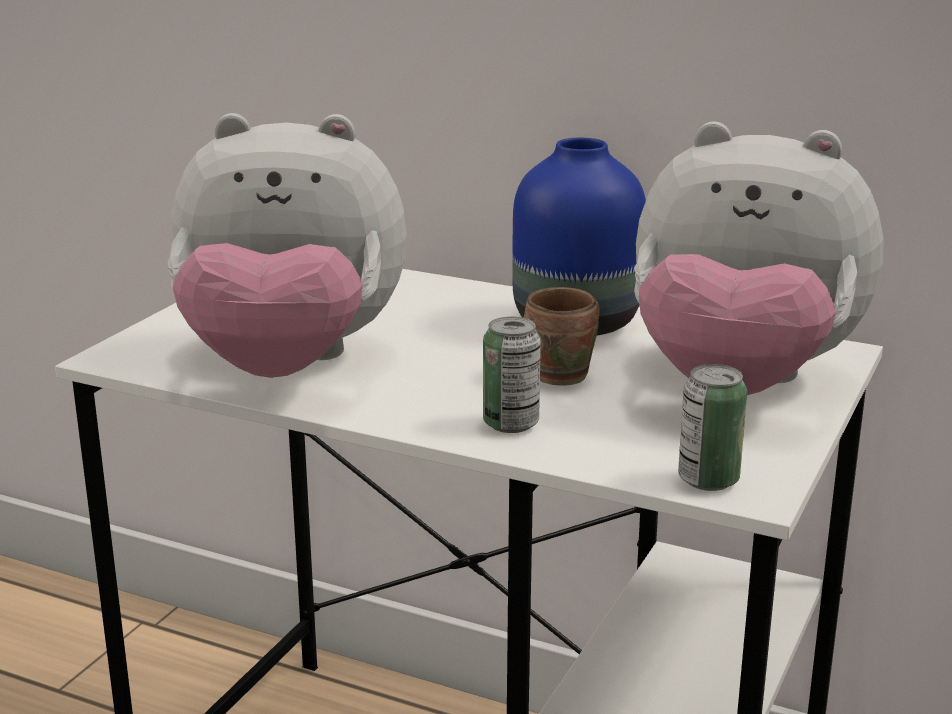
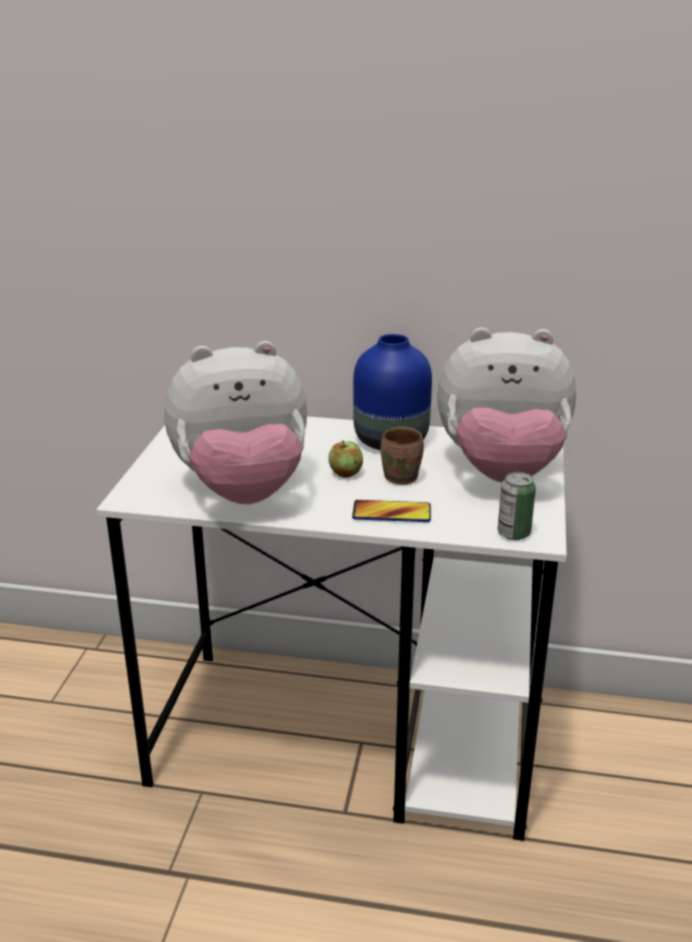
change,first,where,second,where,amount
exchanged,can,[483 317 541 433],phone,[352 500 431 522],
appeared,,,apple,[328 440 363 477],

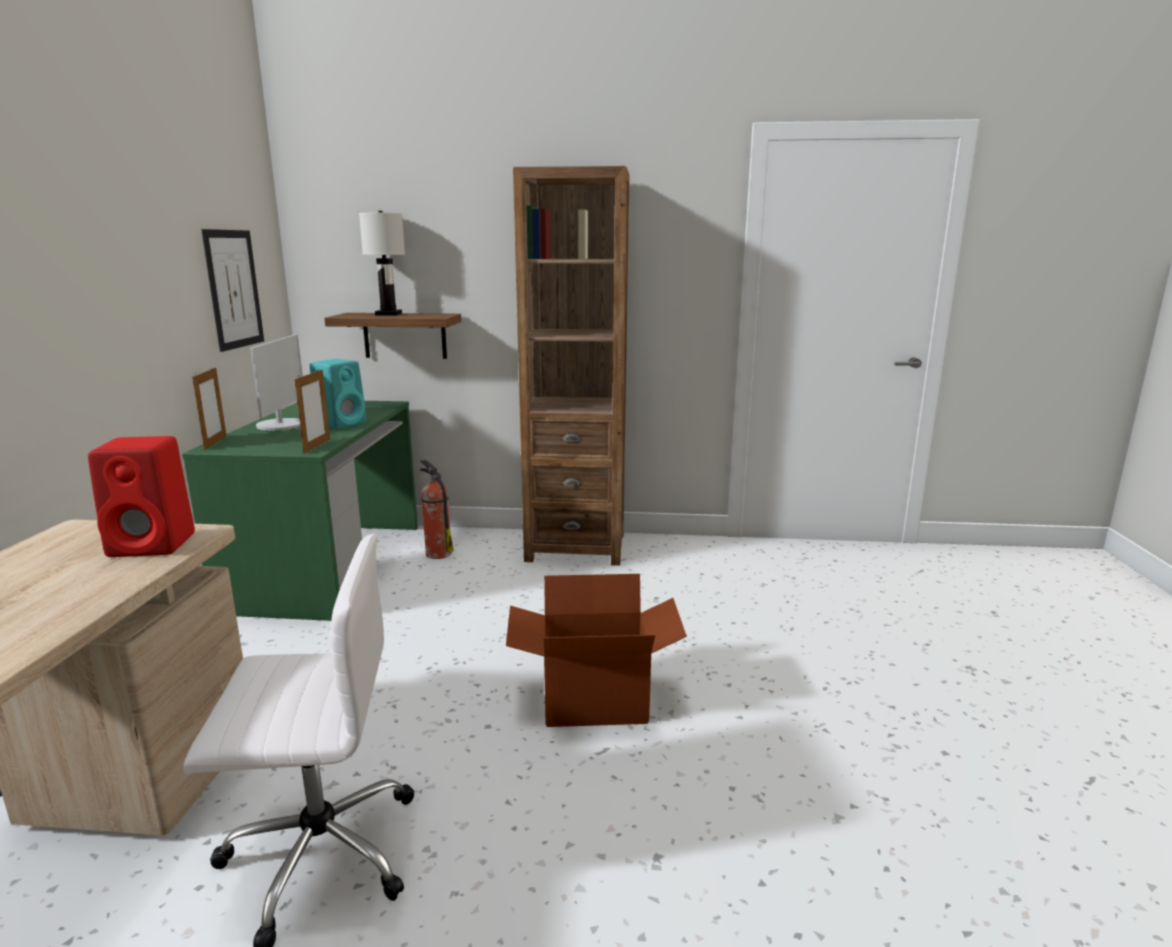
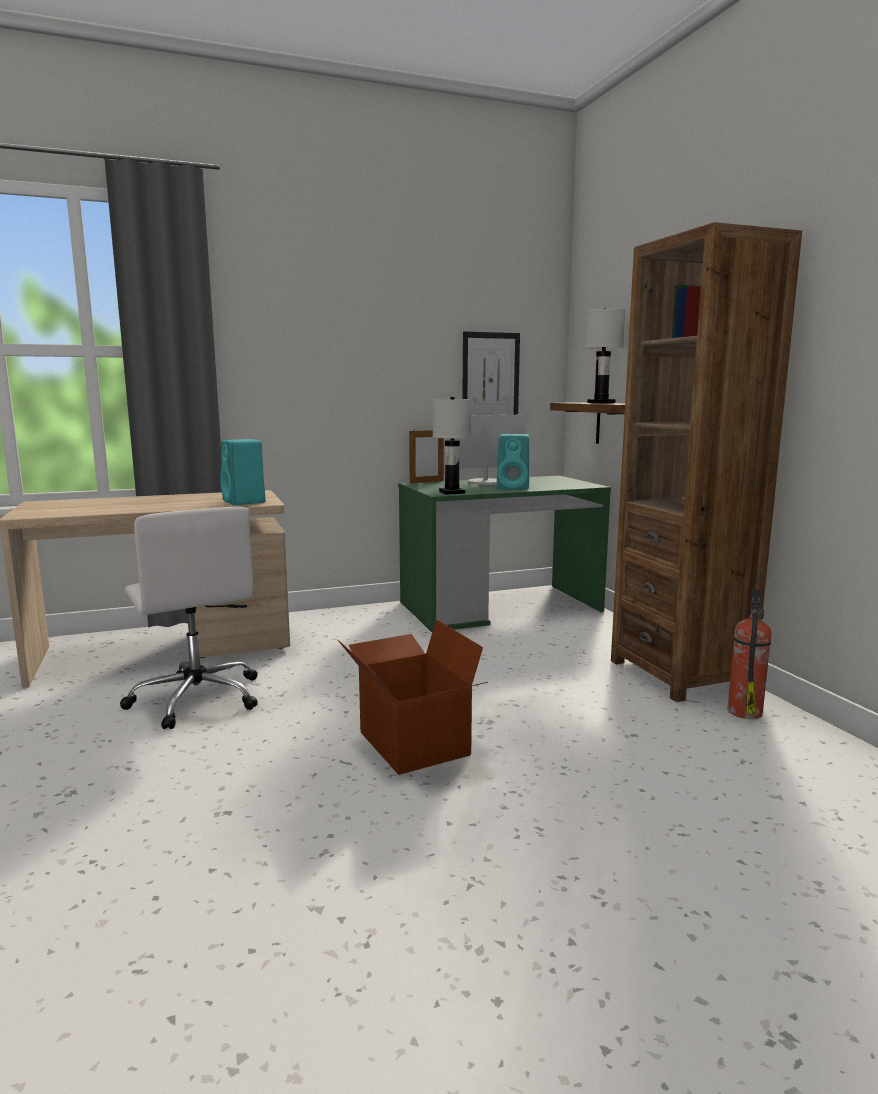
change,first,where,second,where,amount
colour,speaker (red),[88 436 195 557],speaker (turquoise),[220 439 265 505],
exchanged,picture frame,[295 368 330 454],table lamp (white),[433 397 472 495],
relocated,fire extinguisher,[420 460 454 559],,[727 589 772 719],

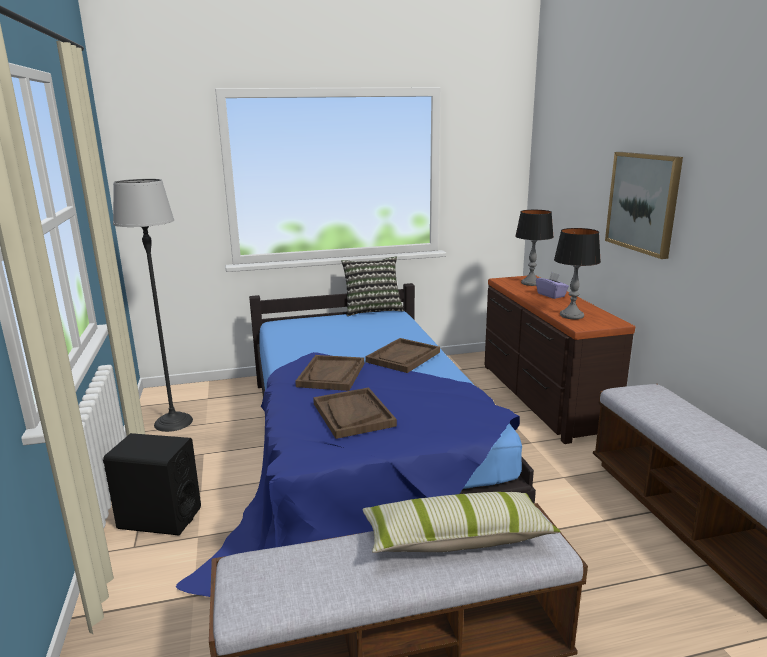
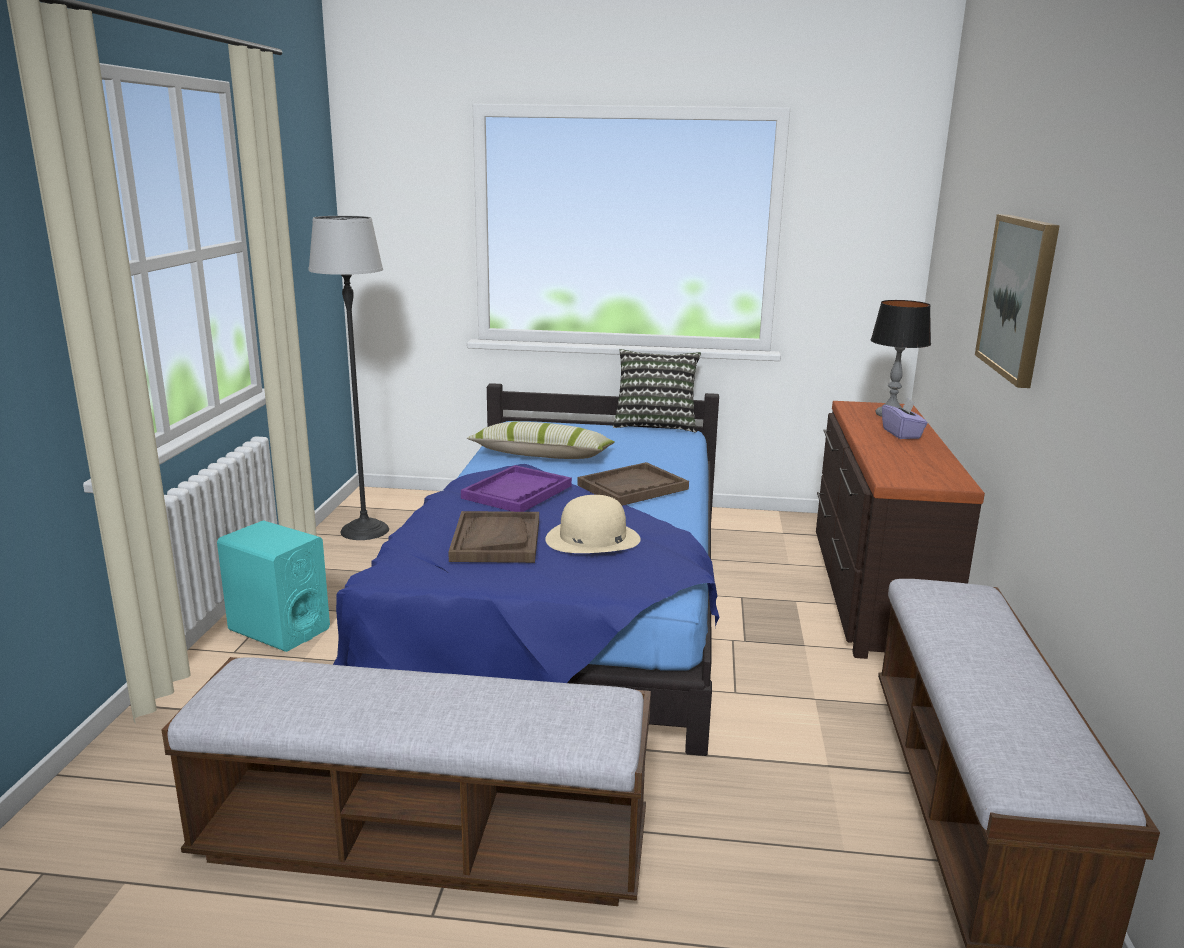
change,first,where,second,where,amount
colour,speaker (black),[103 433 201 535],speaker (turquoise),[217 521 330 652],
colour,tray (brown),[295 355 364 391],tray (purple),[461 465 572 512],
relocated,pillow,[363 492 561 553],,[467 422 615 459],
missing,table lamp,[554 228 601 319],,,
appeared,,,hat (beige),[545 495 641 553],

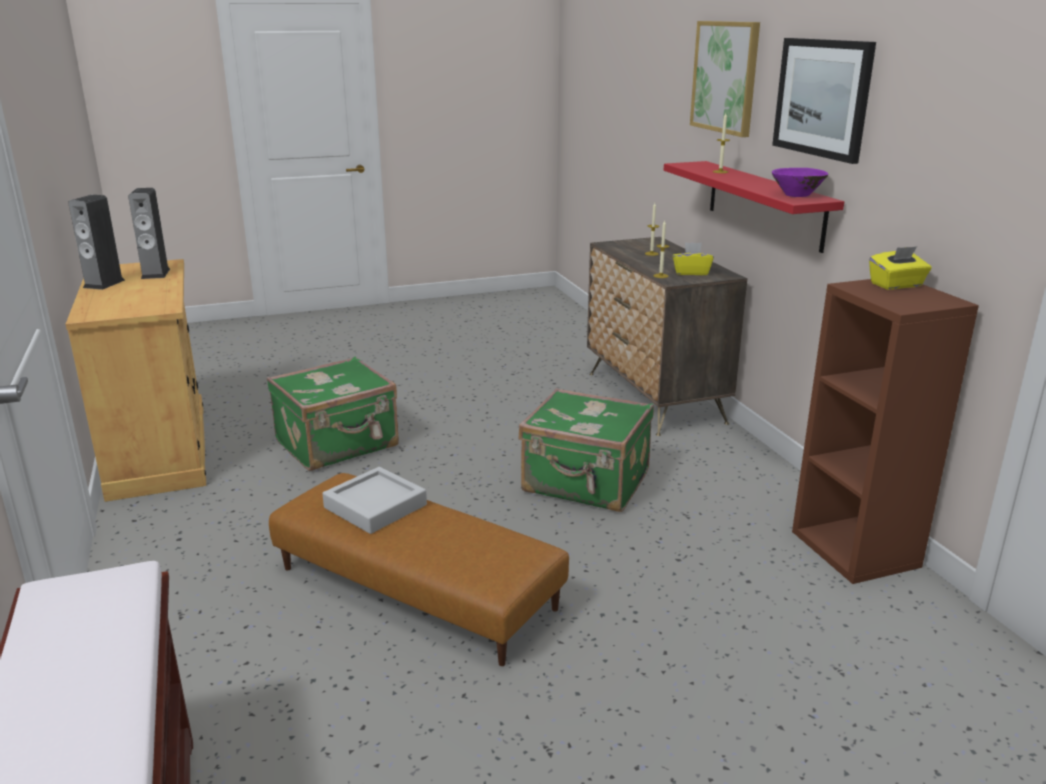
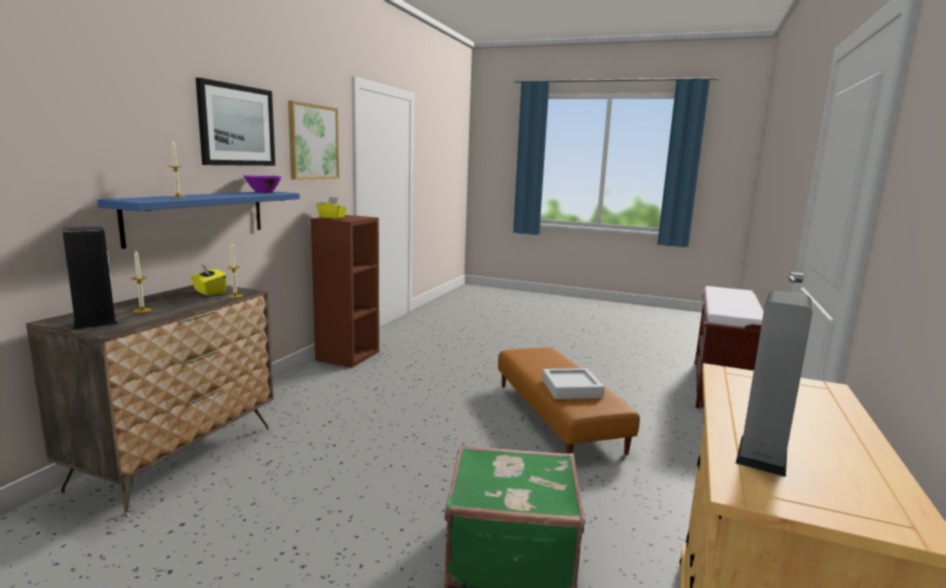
change,first,where,second,where,amount
relocated,speaker,[68 195 125 290],,[62 226 118 329],
missing,suitcase (green),[519 388 654 512],,,
colour,shelf (red),[664 161 844 253],shelf (blue),[97 191 300 249],
relocated,picture,[690 21 760 137],,[288 101 339 180],

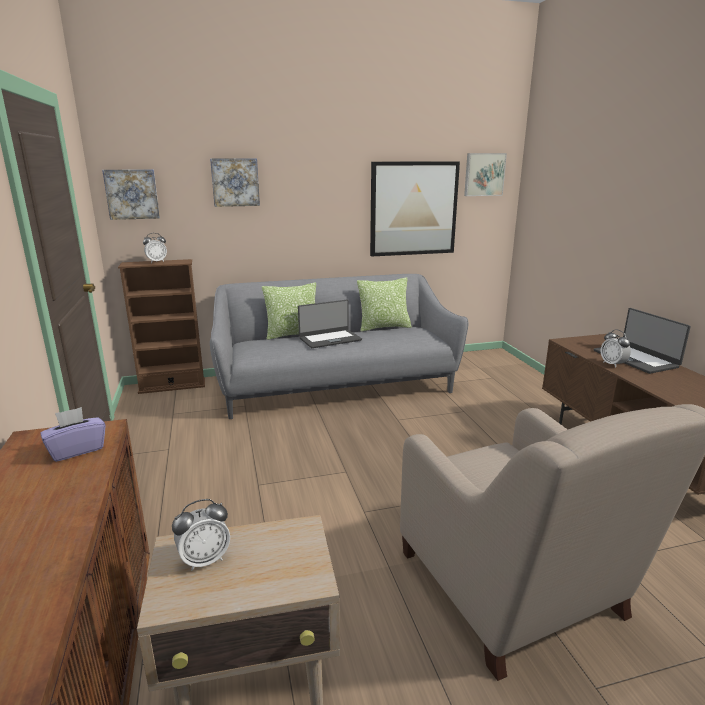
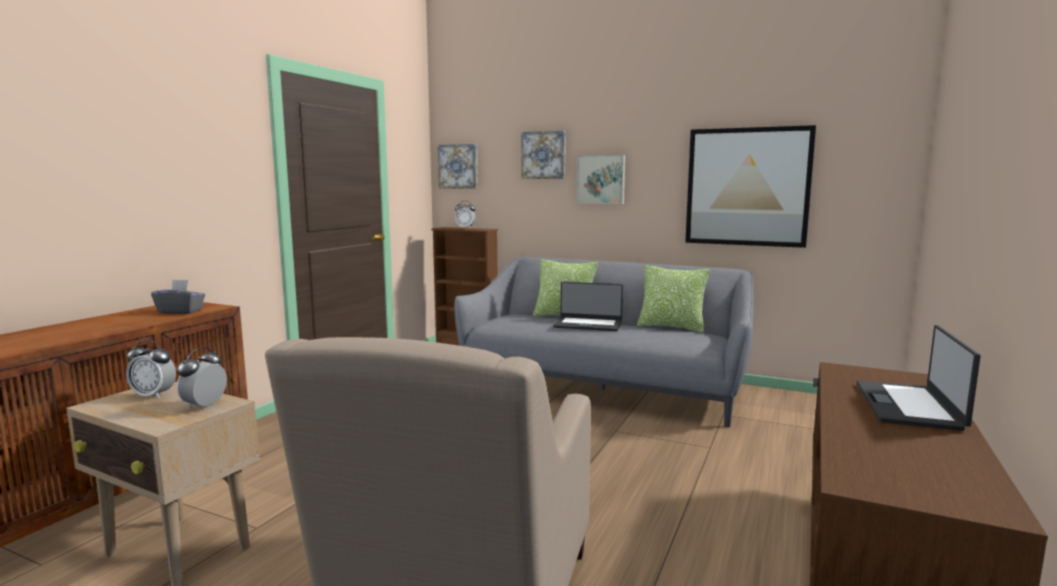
change,first,where,second,where,amount
colour,tissue box (purple),[40 407 106 462],tissue box (grey),[151 280 205 314],
relocated,picture,[464 153 507 196],,[577 155 625 204],
relocated,alarm clock,[601 329 631 368],,[177 347 227 410],

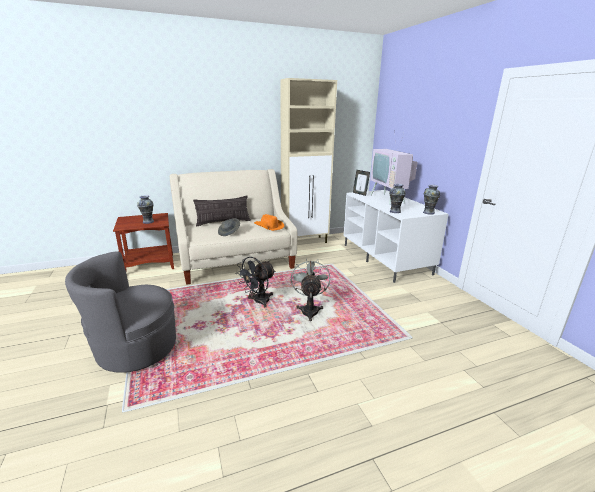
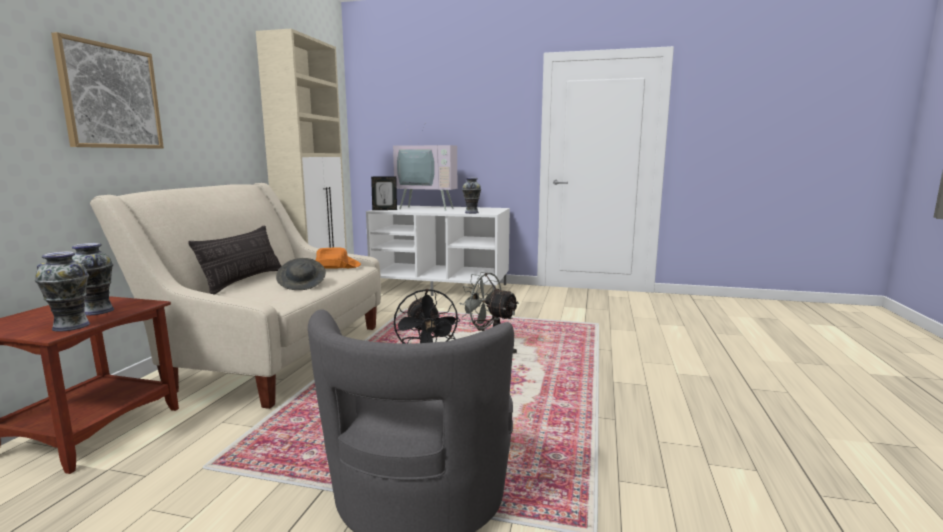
change,first,where,second,where,amount
relocated,vase,[423 185 440 215],,[35 251 90 332],
appeared,,,picture,[51 32 164 149],

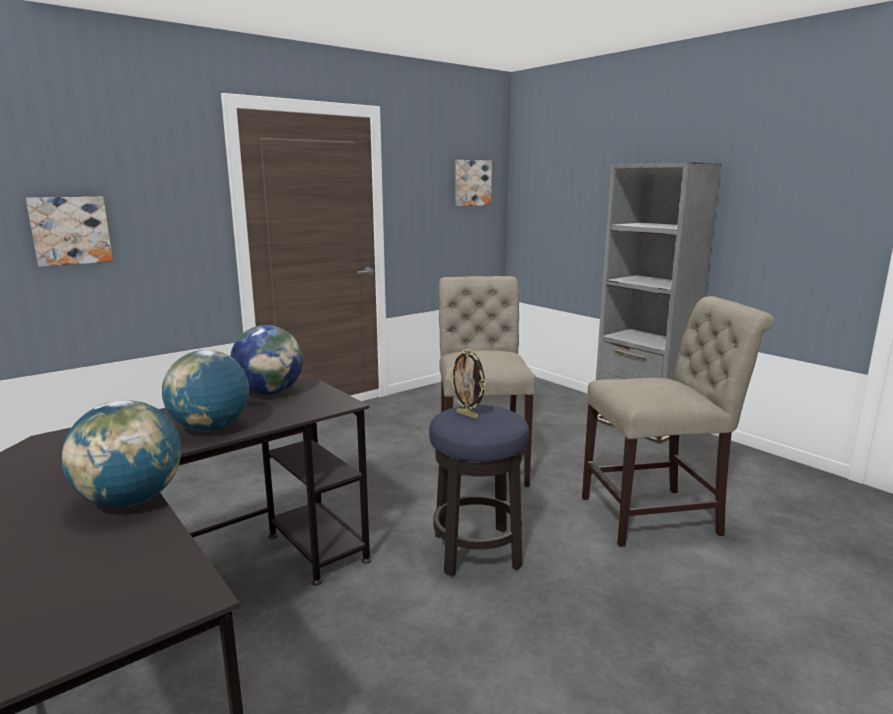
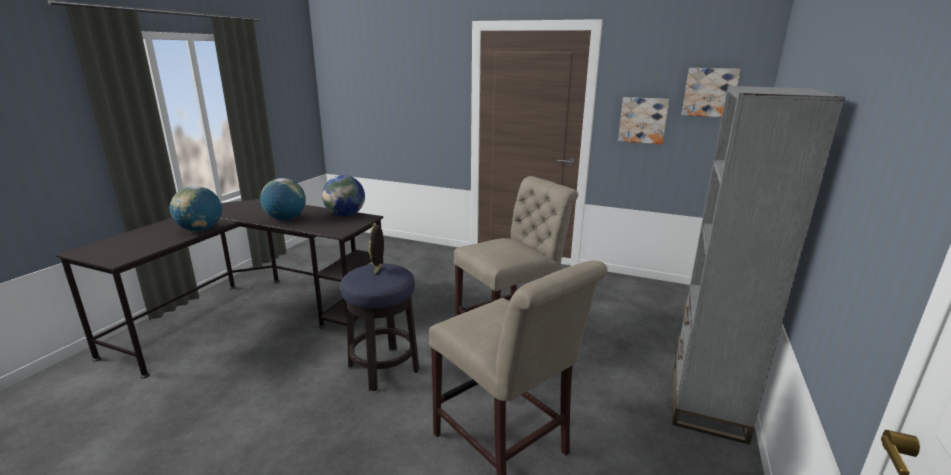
change,first,where,second,where,amount
relocated,picture,[26 197 113 267],,[618 97 669 144],

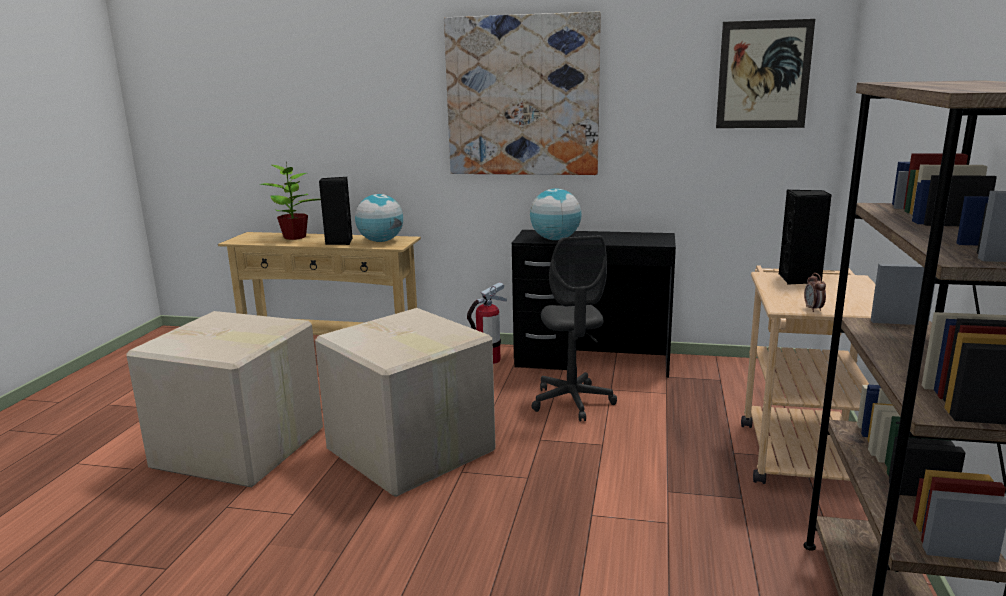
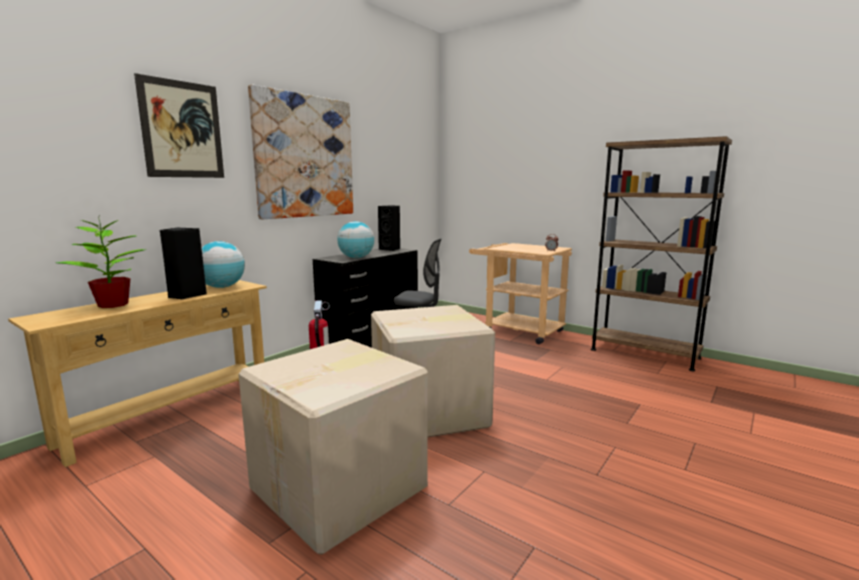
change,first,where,second,where,amount
relocated,picture,[716 19 815 128],,[134 73 224 178],
relocated,speaker (black),[779 189 832 285],,[378 206 400 251],

